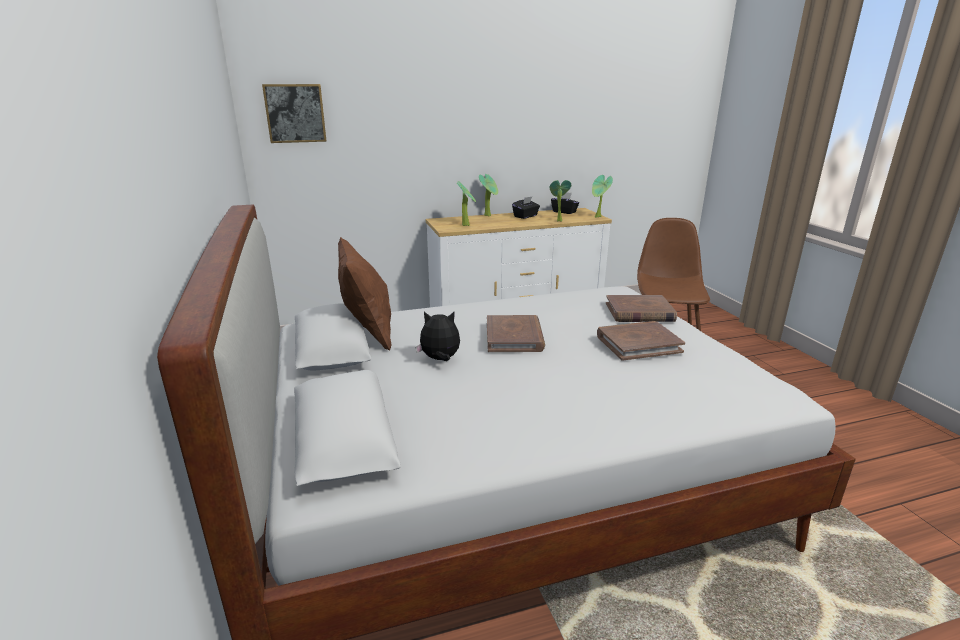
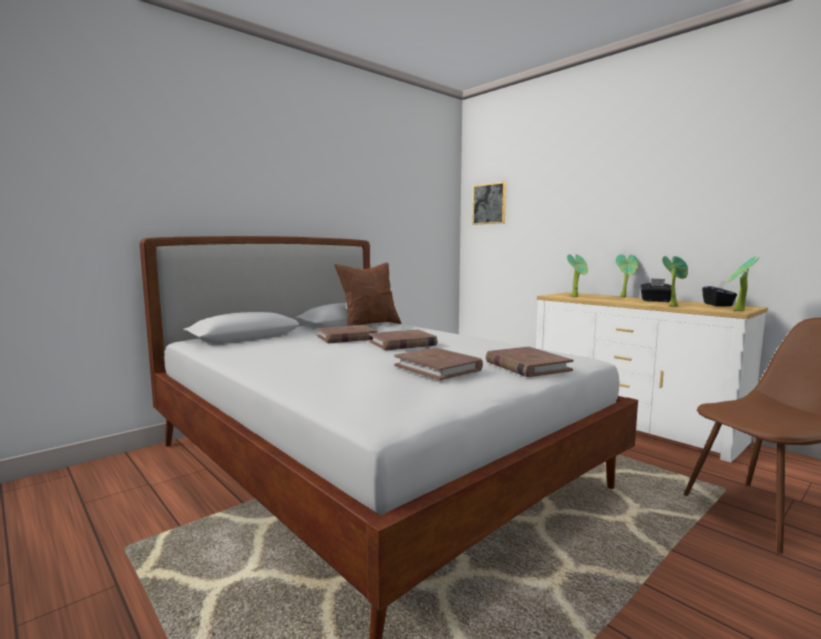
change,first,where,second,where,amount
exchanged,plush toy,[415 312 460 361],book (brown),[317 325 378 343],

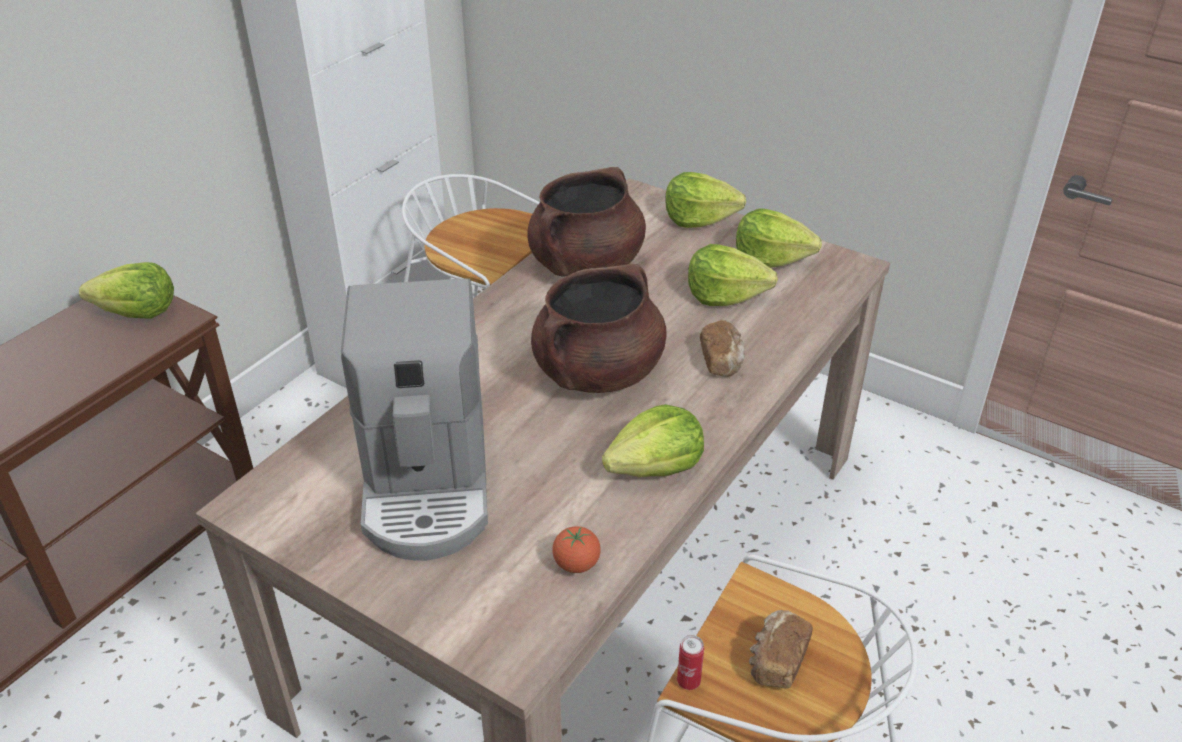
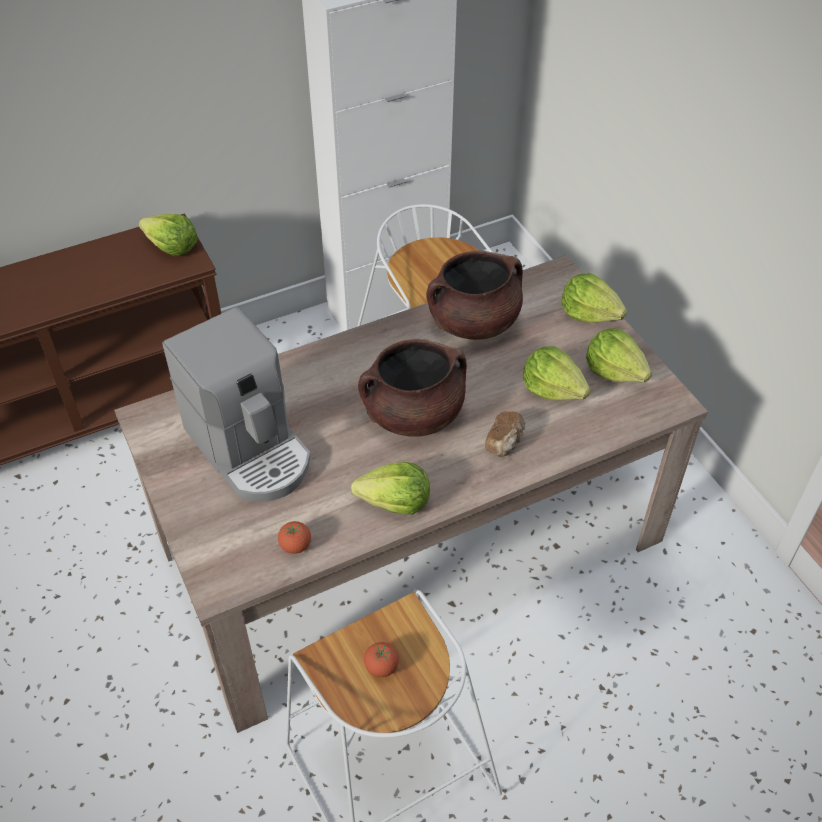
change,first,where,second,where,amount
spun,coffee machine,[341 278 488 561],,[162 307 311 502],60 degrees counterclockwise
missing,can,[677 635 704 690],,,
exchanged,bread,[749 610 813 689],tomato,[364 642 399 677],

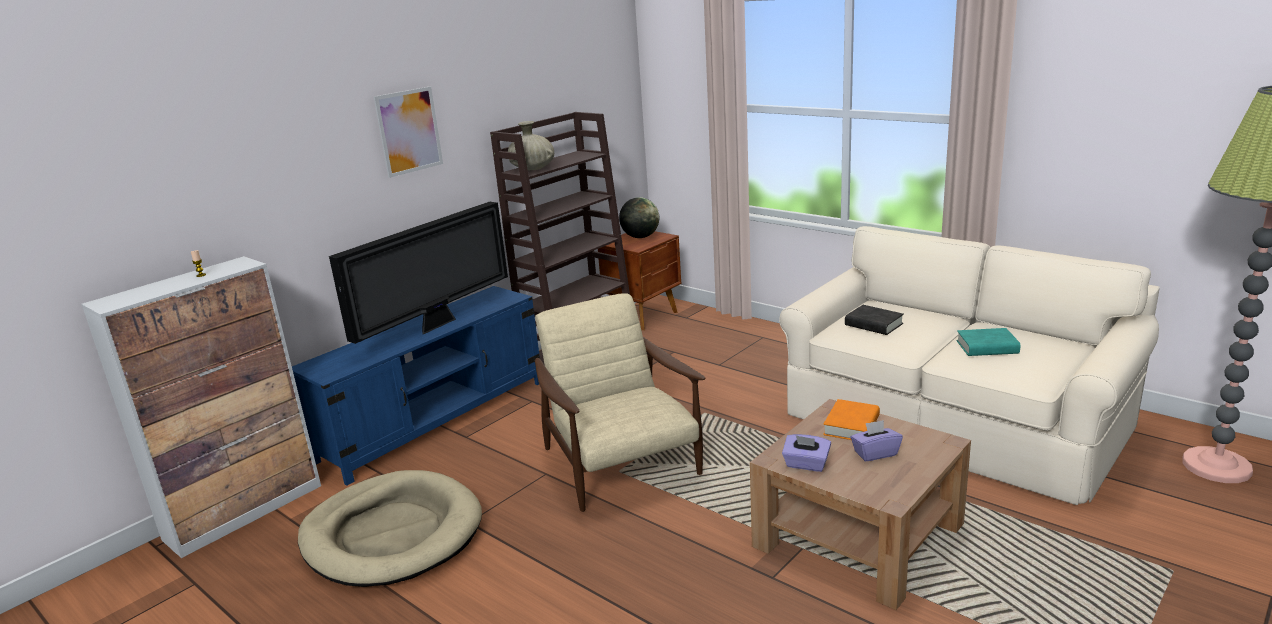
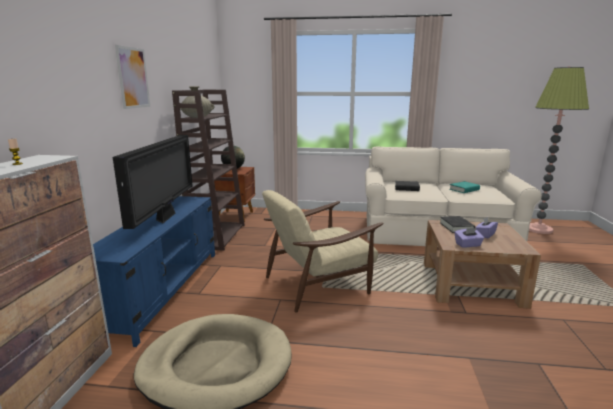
change,first,where,second,where,amount
spun,armchair (beige),[535 293 706 512],,[262 190 383 312],60 degrees counterclockwise
colour,book (orange),[823 399 880 440],book (black),[440 216 475 233],

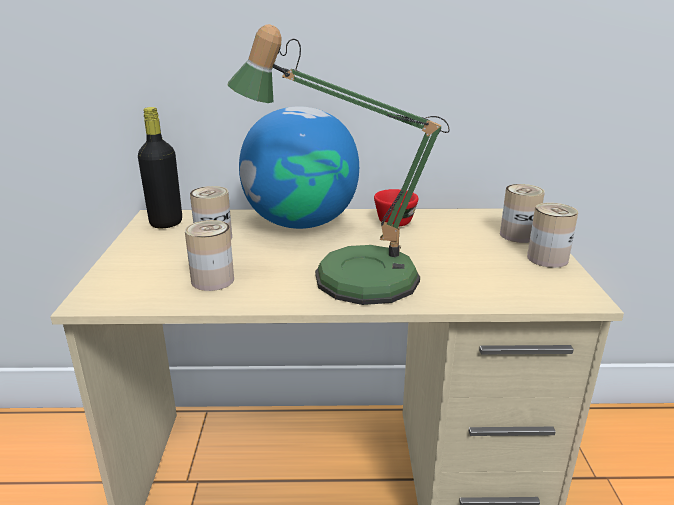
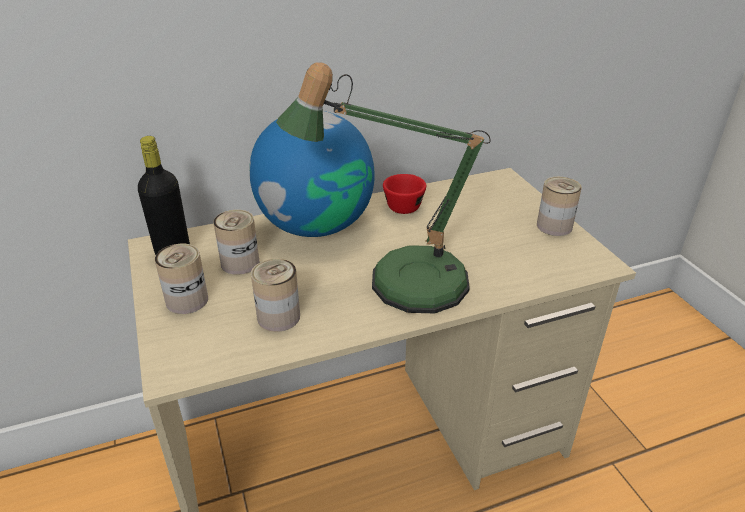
change,first,where,second,where,amount
relocated,can,[500 184 545 243],,[155 244 208 314],

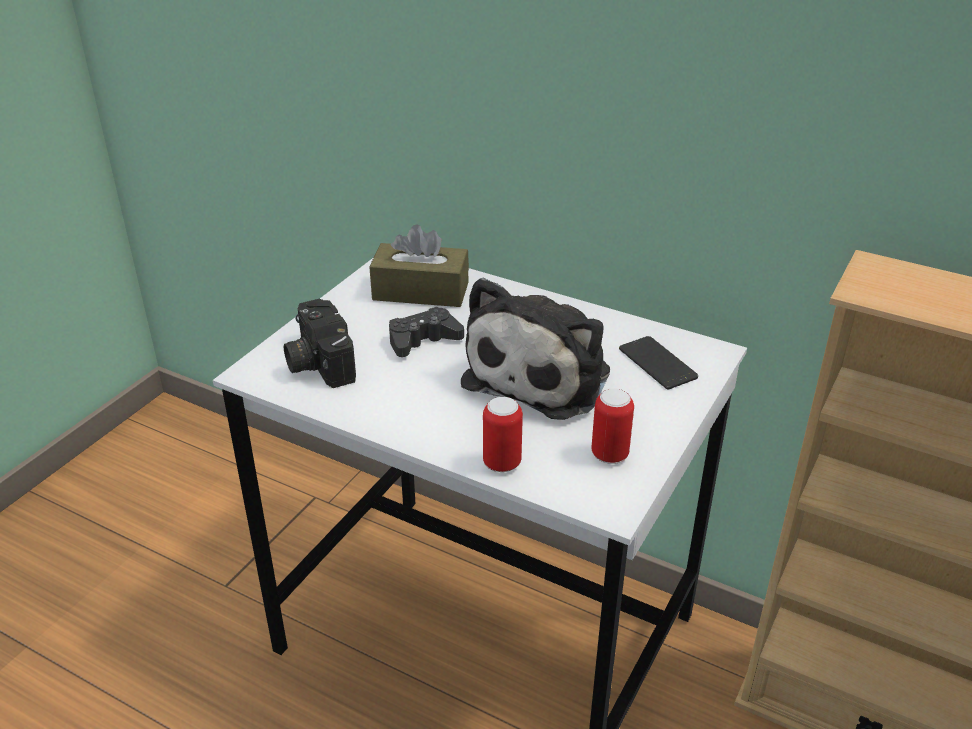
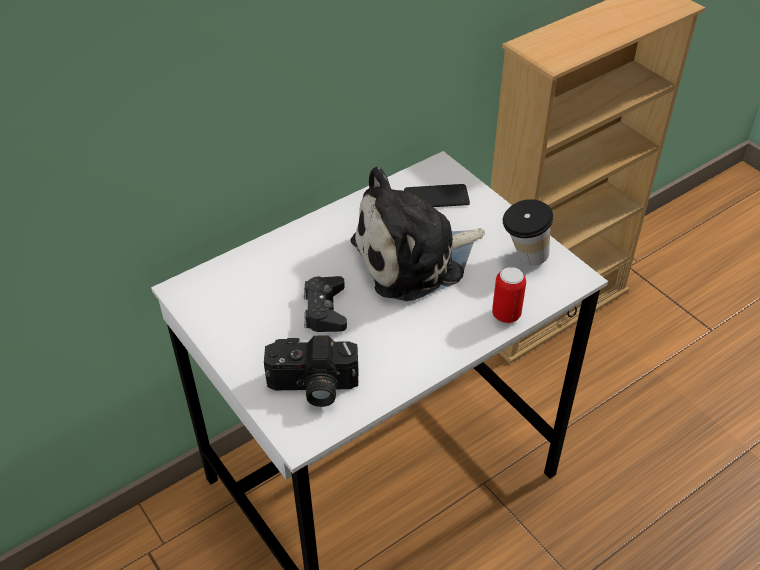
change,first,where,second,where,amount
missing,tissue box (brown),[369 224 469 307],,,
spun,plush toy,[461 277 610 420],,[350 166 484 301],105 degrees clockwise
exchanged,can,[591 388 634 464],cup,[503 199 553 266],

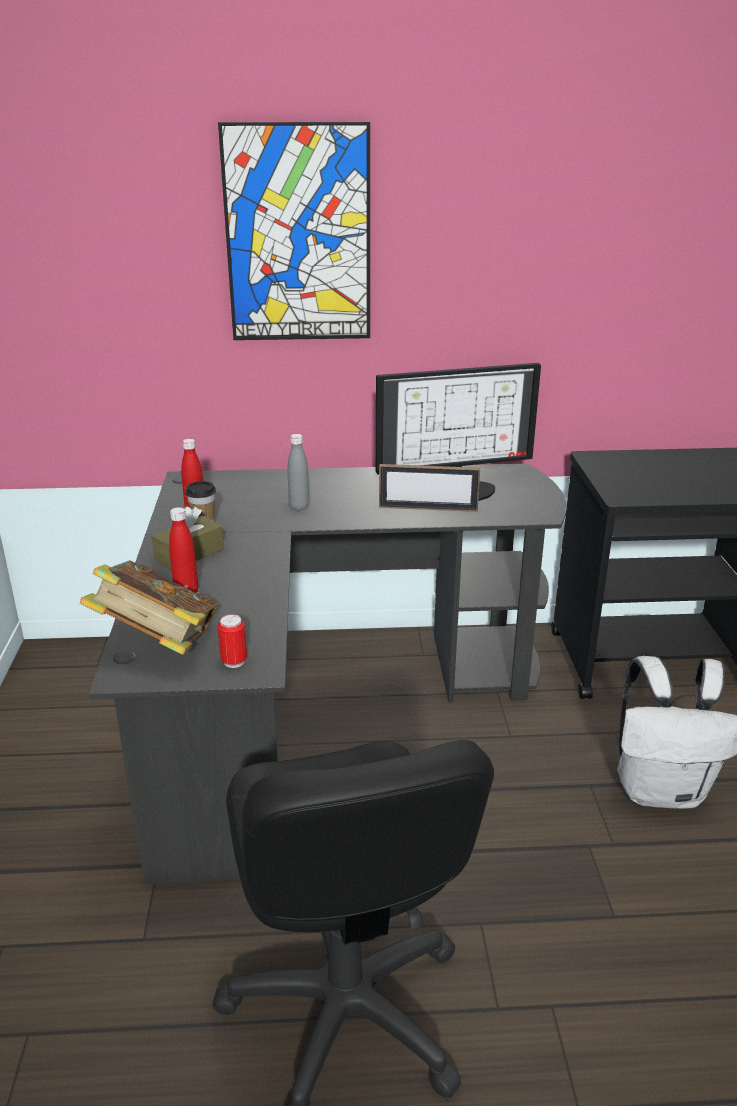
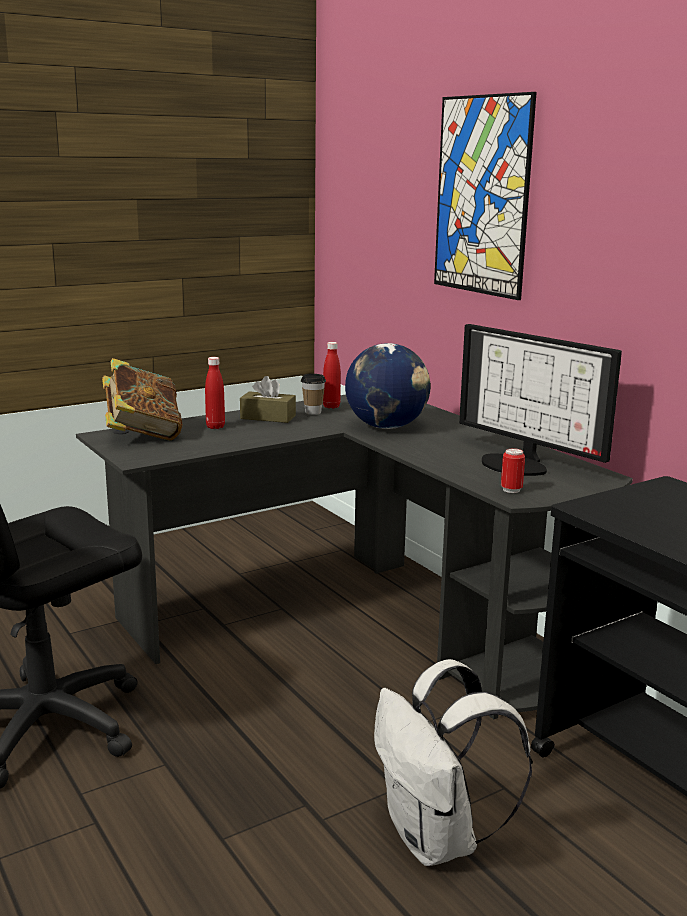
change,first,where,second,where,amount
relocated,can,[218 614 247 668],,[501 448 525 493],
exchanged,bottle (grey),[288 434 309 511],globe,[345 343 430 429],
missing,picture frame,[379 464 480 512],,,

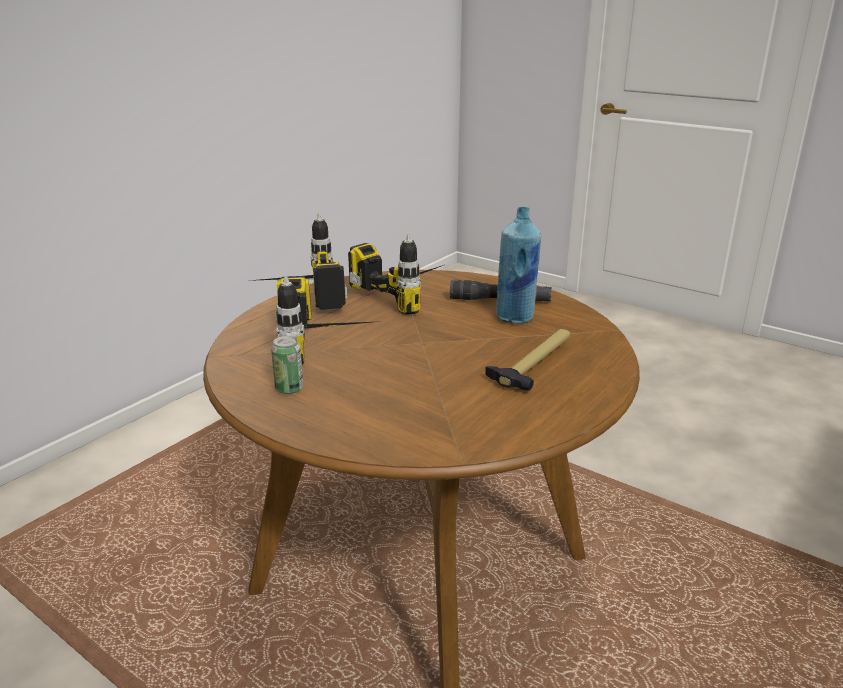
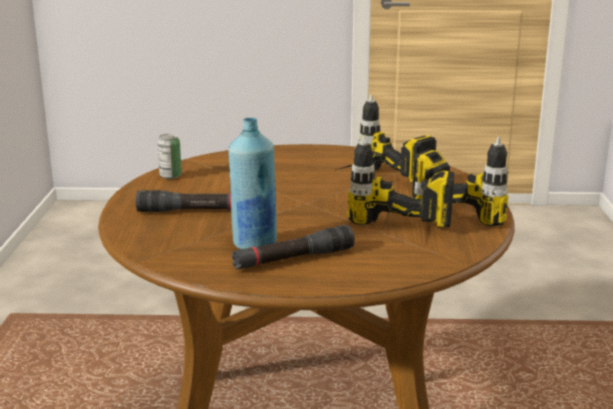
change,first,where,second,where,amount
relocated,can,[271 336 304 394],,[157 134 182 179],
exchanged,hammer,[485 329 570 390],flashlight (black),[136 190 231 212],

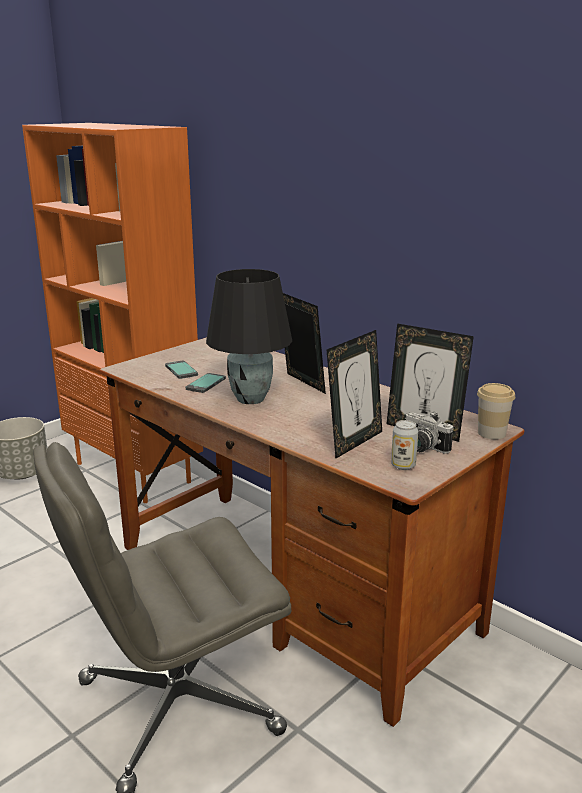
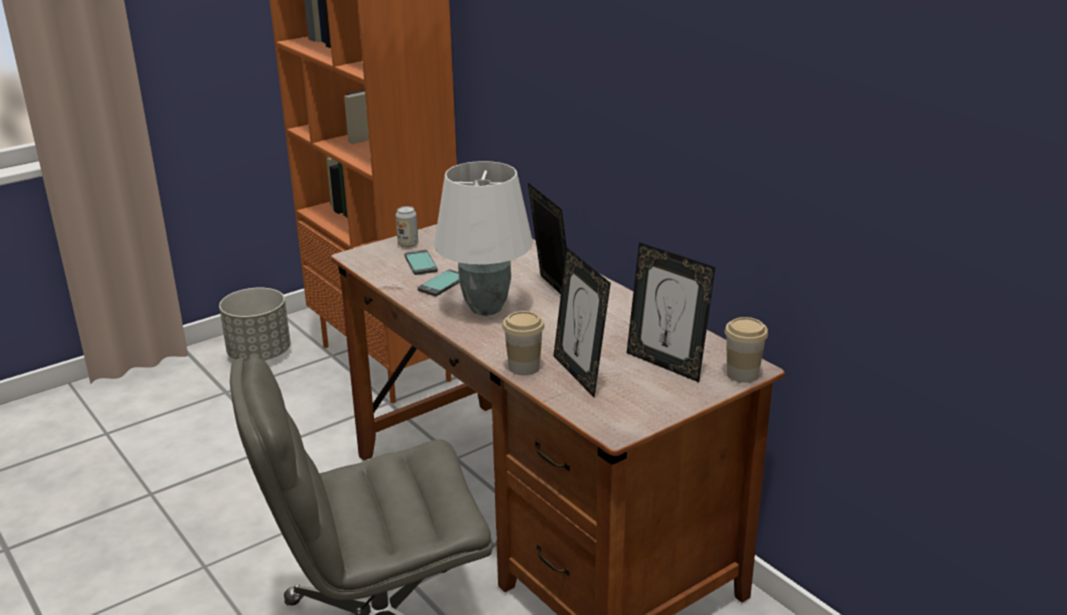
change,first,where,second,where,amount
colour,table lamp (black),[206 269 292 404],table lamp (white),[434 161 533 316],
spun,picture frame,[327 330 382 459],,[553 248 611 398],105 degrees clockwise
relocated,can,[391 420 418 470],,[396 206 418 248],
missing,photo camera,[405 412 453 454],,,
appeared,,,cup,[502 311 545 375],

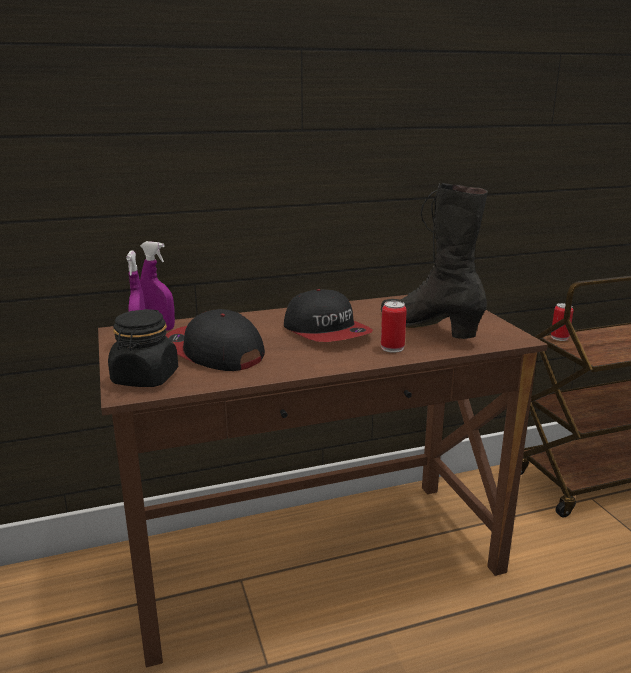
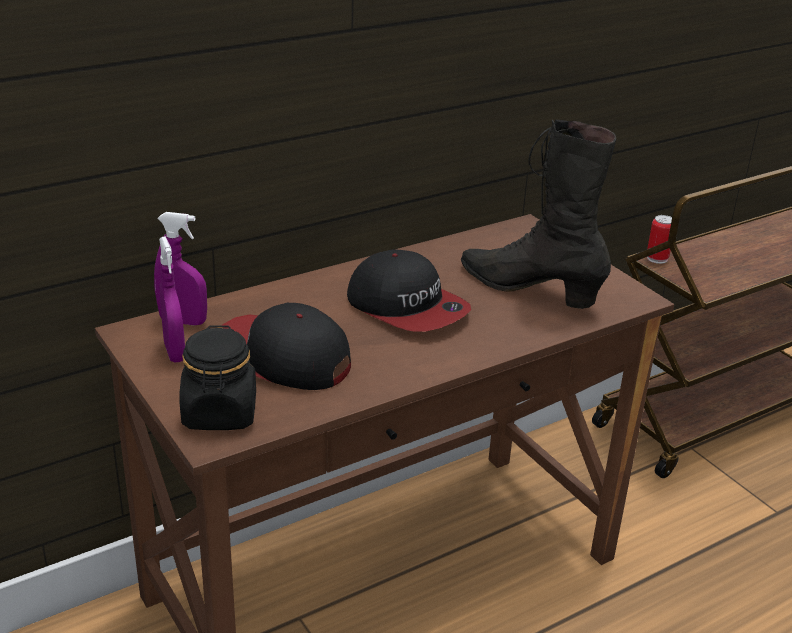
change,first,where,second,where,amount
missing,can,[381 301 407 353],,,

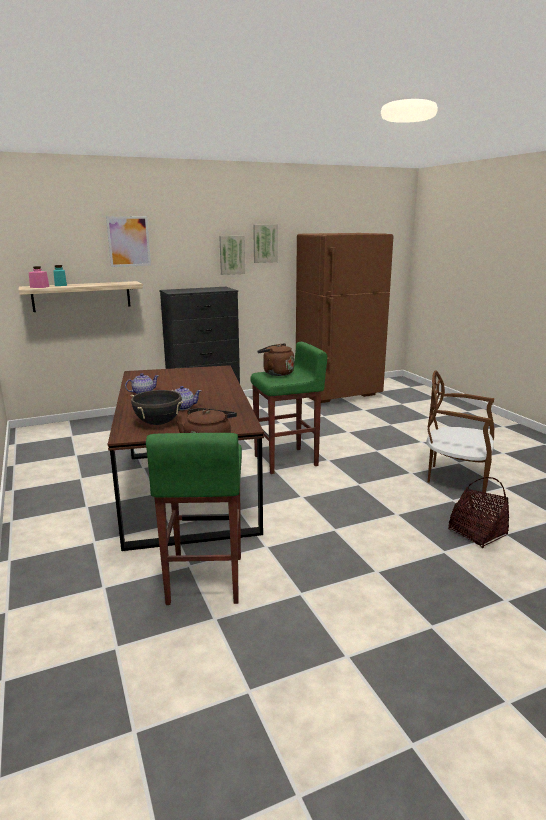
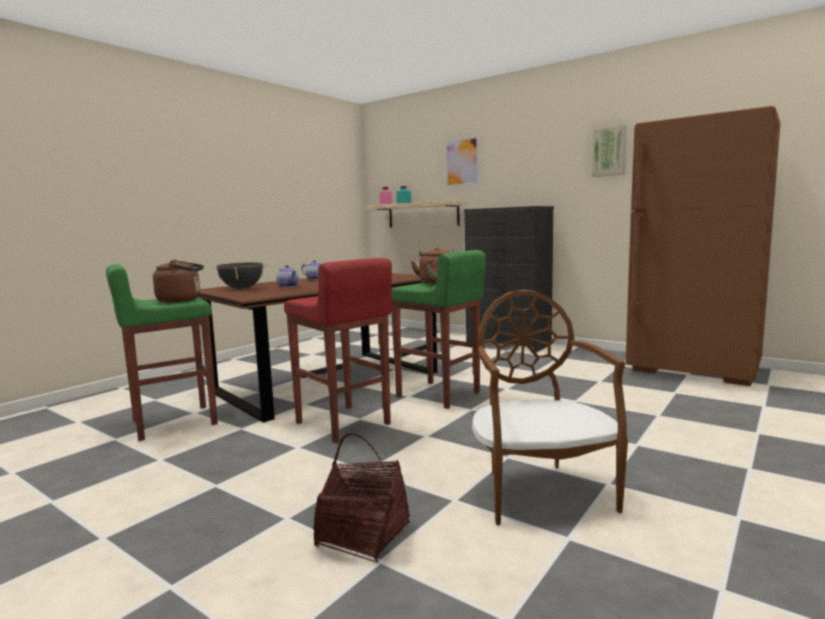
change,first,where,second,where,amount
missing,picture,[219 236 245 275],,,
appeared,,,stool (red),[284 258 392 443],

